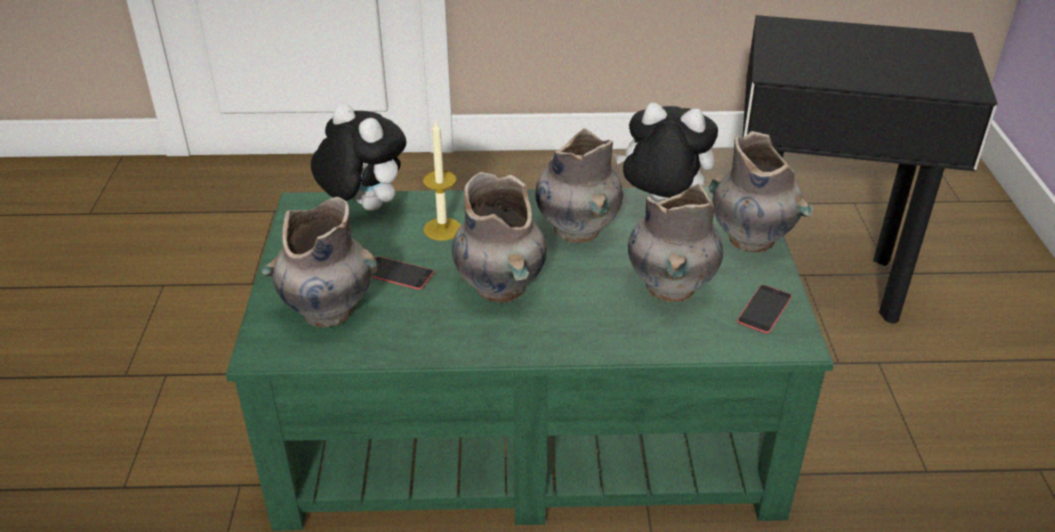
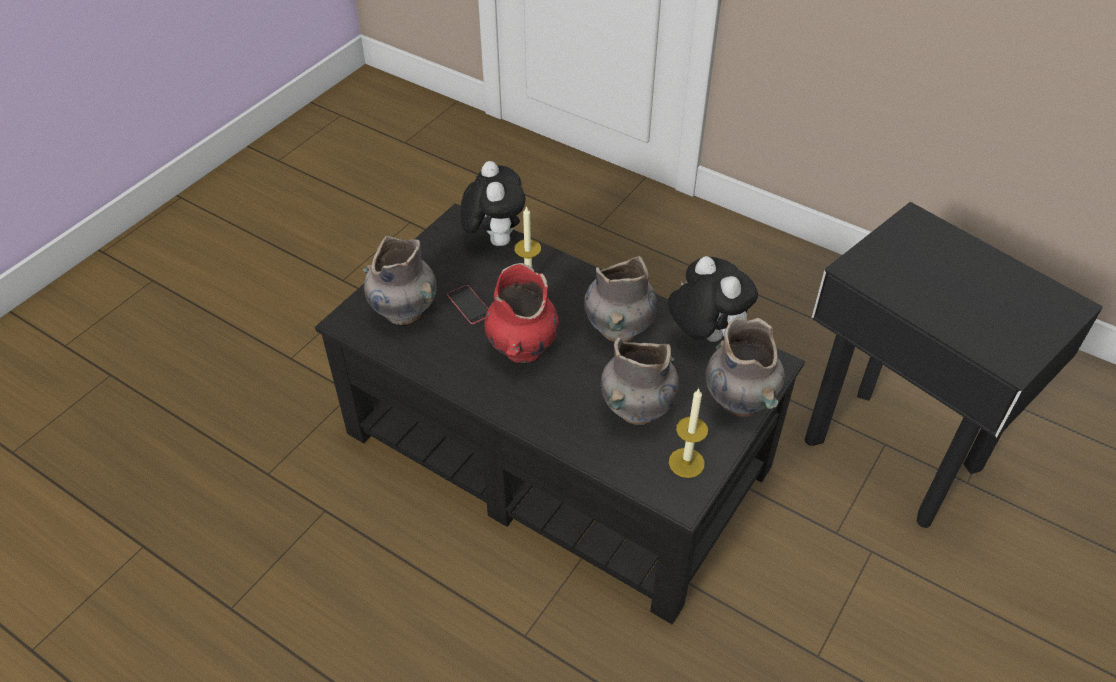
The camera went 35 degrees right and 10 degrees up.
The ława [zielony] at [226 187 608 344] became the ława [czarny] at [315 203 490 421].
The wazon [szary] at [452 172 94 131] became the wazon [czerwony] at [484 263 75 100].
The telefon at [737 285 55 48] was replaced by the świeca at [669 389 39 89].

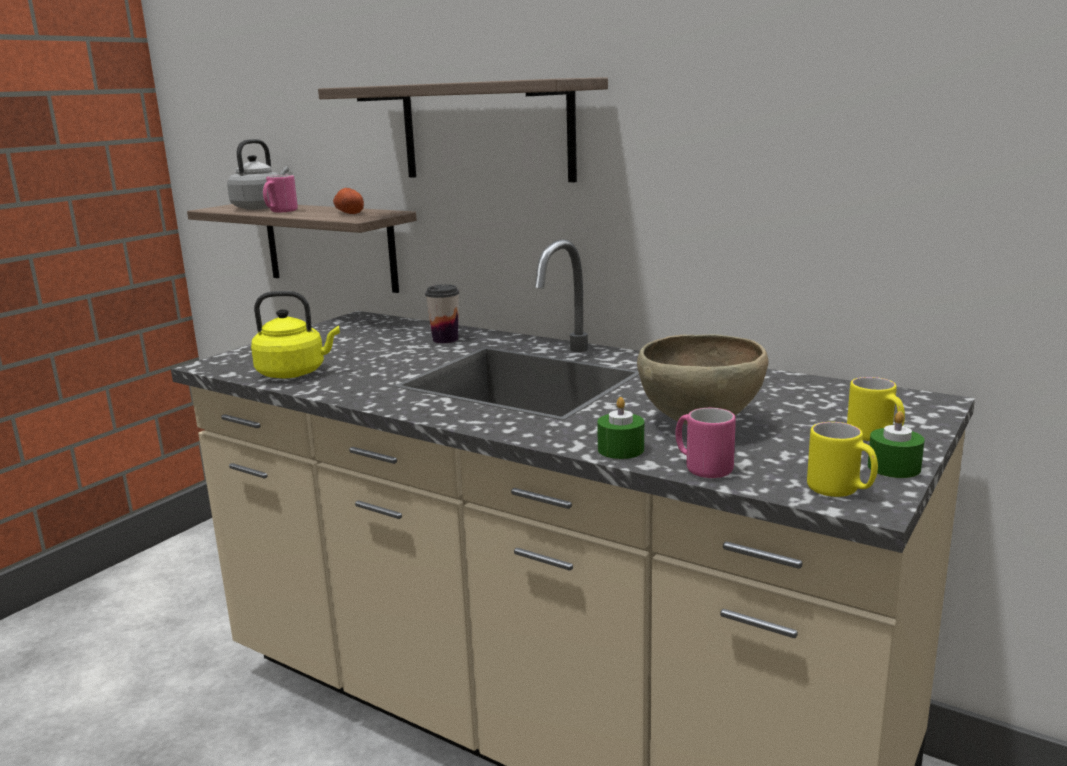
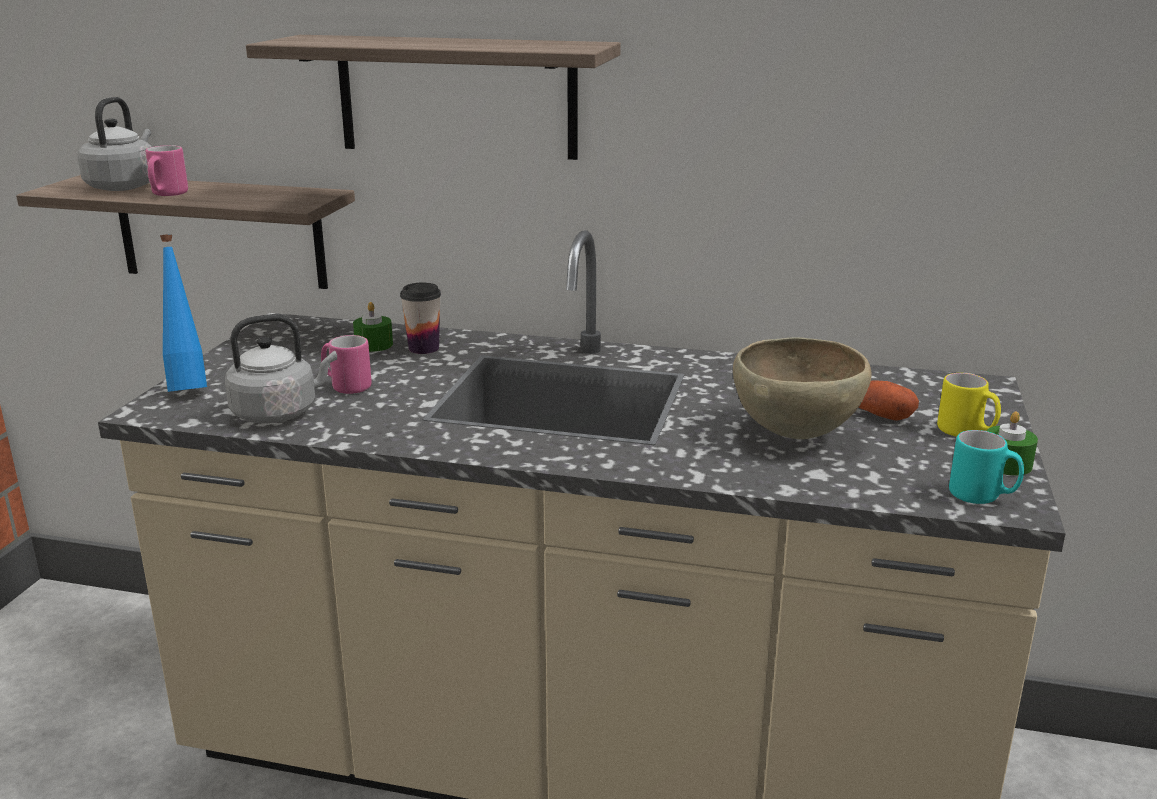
The camera went 20 degrees left and 5 degrees up.
The czajnik [żółty] at [251 291 89 87] became the czajnik [szary] at [225 314 112 109].
The ziemniak moved from [333 188 31 26] to [858 380 61 40].
The świeca [zielony] moved from [597 397 47 62] to [353 302 40 50].
The kubek [różowy] moved from [675 408 61 70] to [321 335 51 59].
The kubek [żółty] at [807 422 71 75] became the kubek [turkusowy] at [949 430 75 74].
The butelka [niebieski] at [160 234 47 158] appeared.

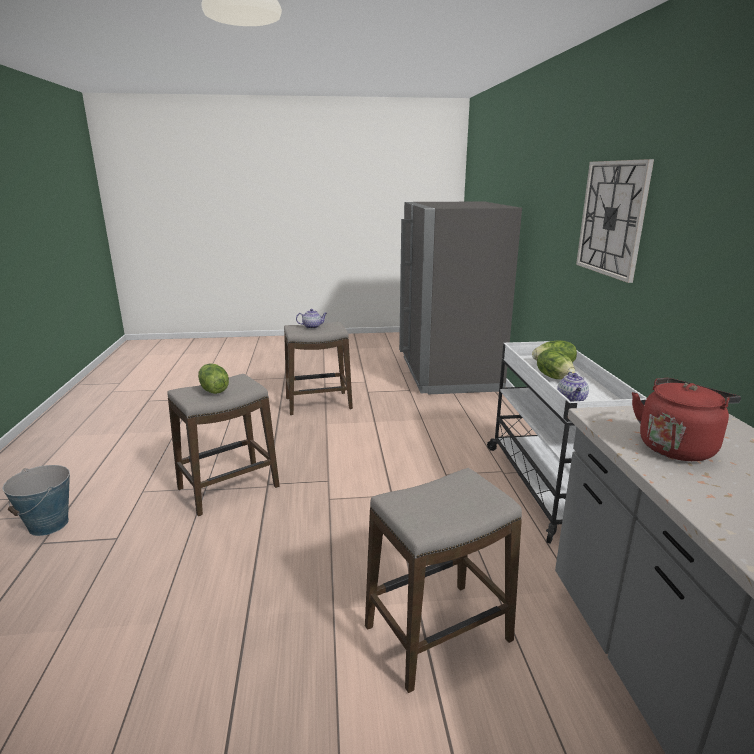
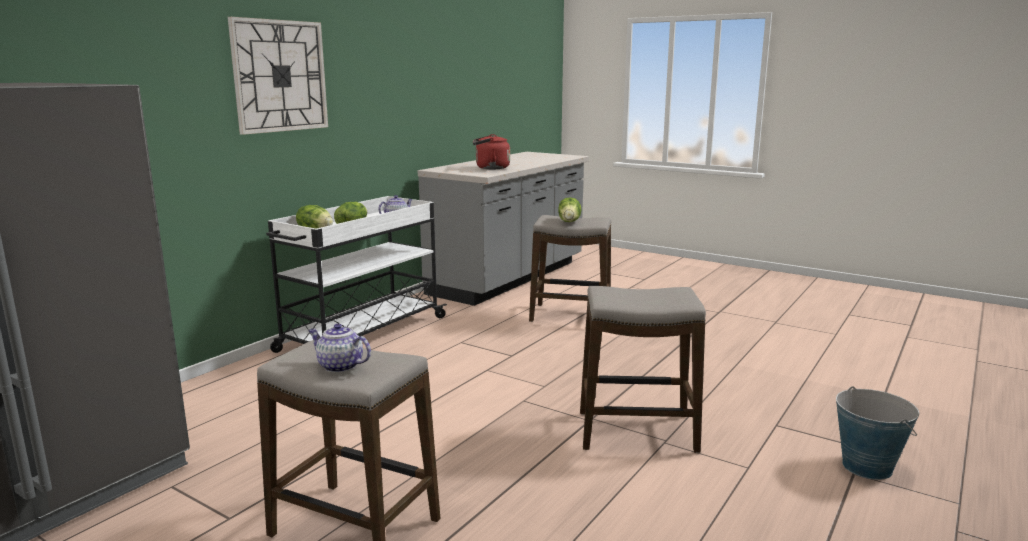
The camera went 140 degrees left and 5 degrees down.
The sałata moved from [198 363 31 31] to [558 197 23 25].

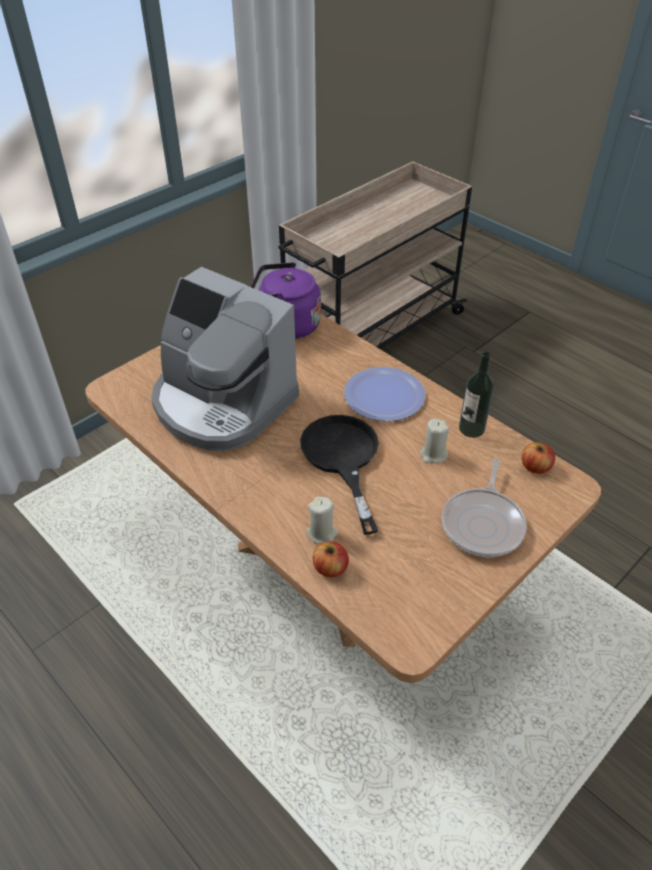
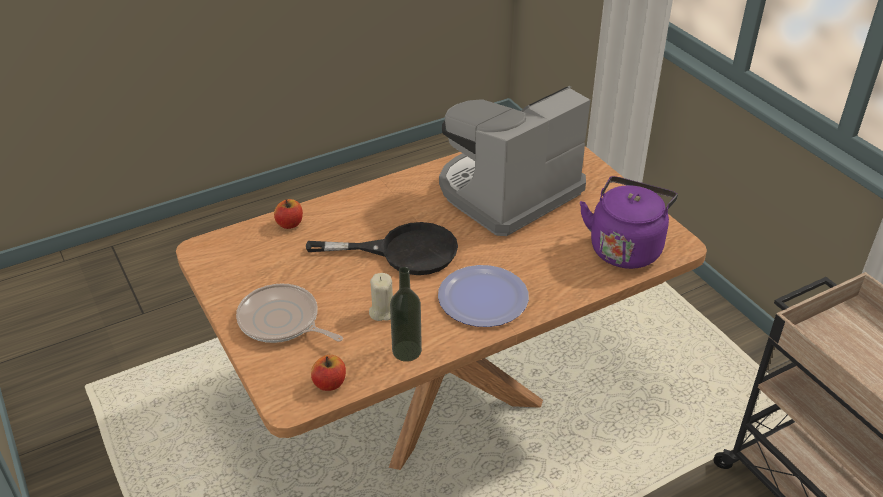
The camera went 105 degrees right and 5 degrees down.
The świeca [beżowy] at [306 497 33 47] disappeared.

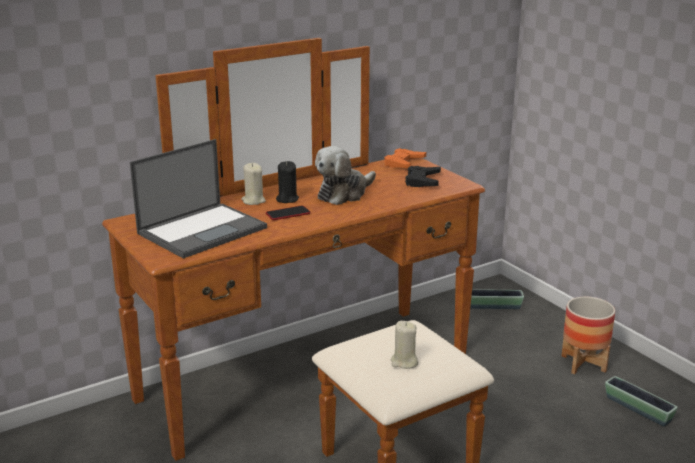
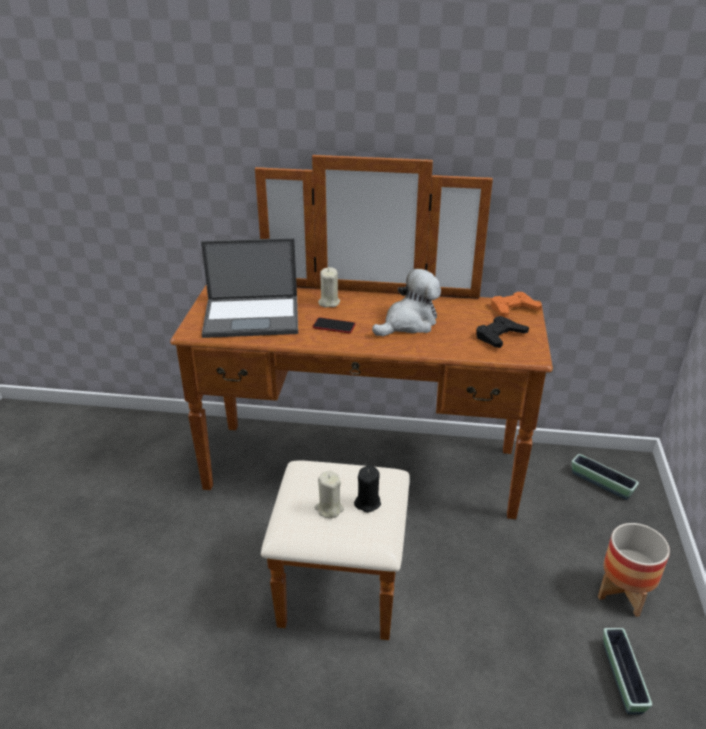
The camera went 40 degrees right and 10 degrees up.
The świeca [czarny] moved from [276 161 23 42] to [354 465 27 48].
The pluszak at [315 146 61 59] turned 150 degrees clockwise.

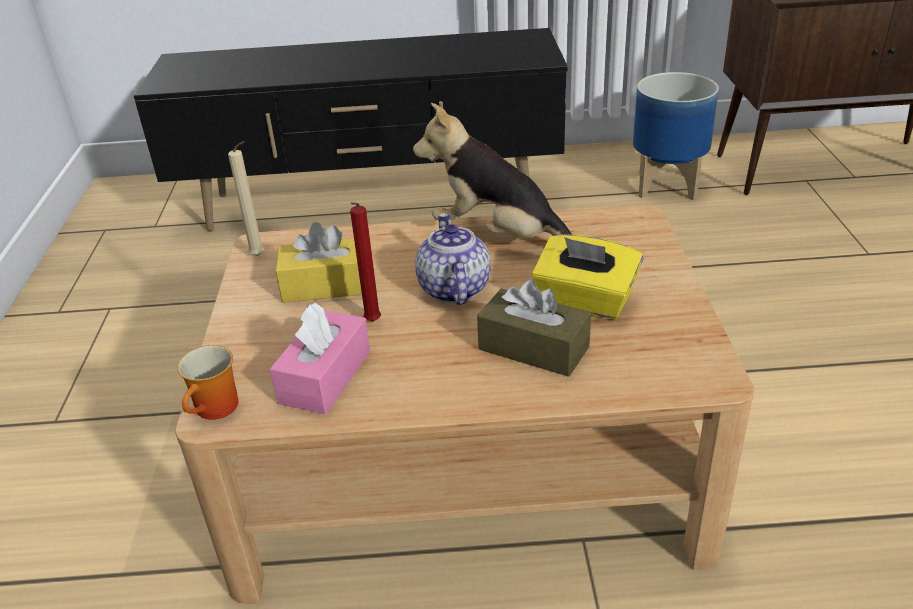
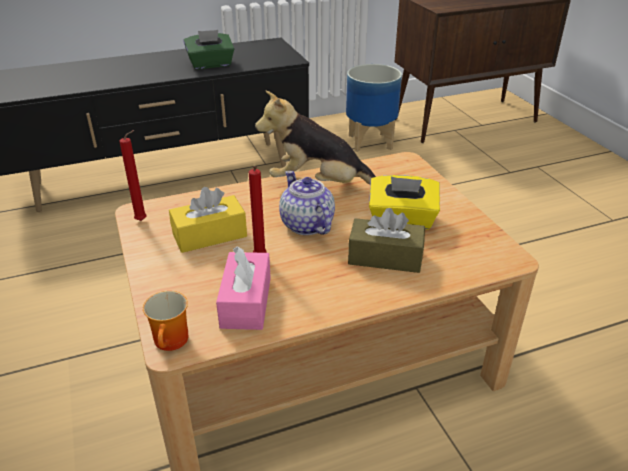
The camera went 20 degrees left and 0 degrees up.
The świeca [beżowy] at [228 141 36 115] became the świeca [czerwony] at [119 130 28 91].
The pudełko chusteczek [zielony] at [183 30 51 39] appeared.

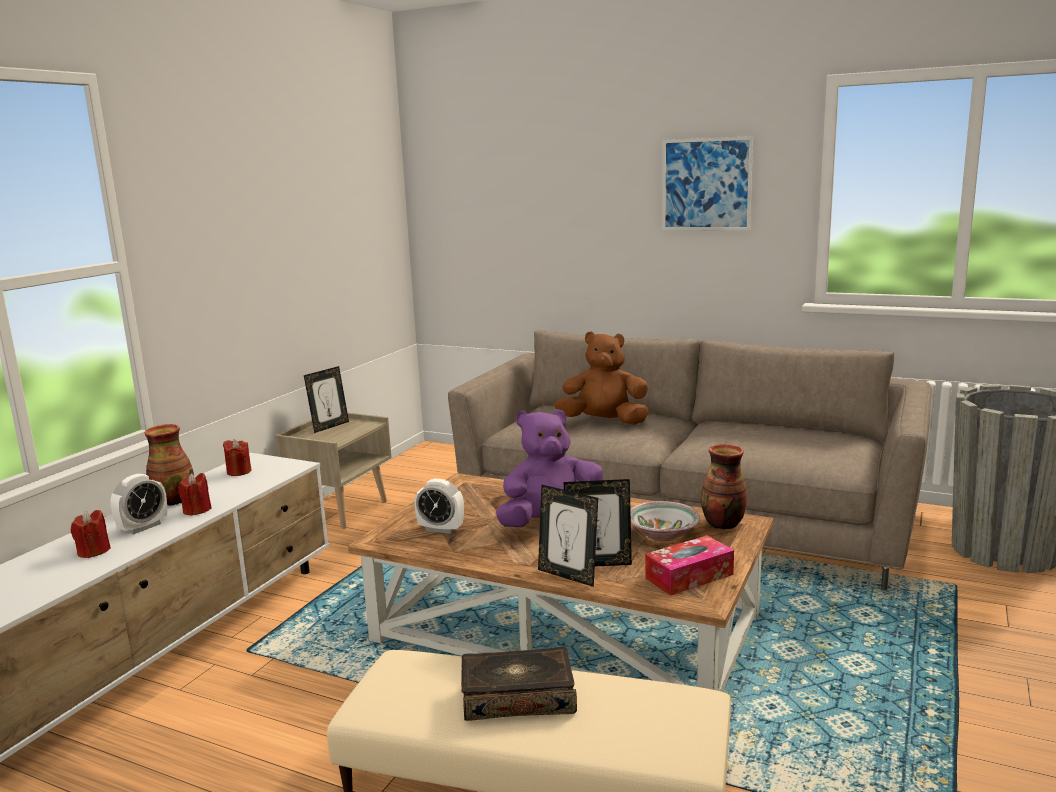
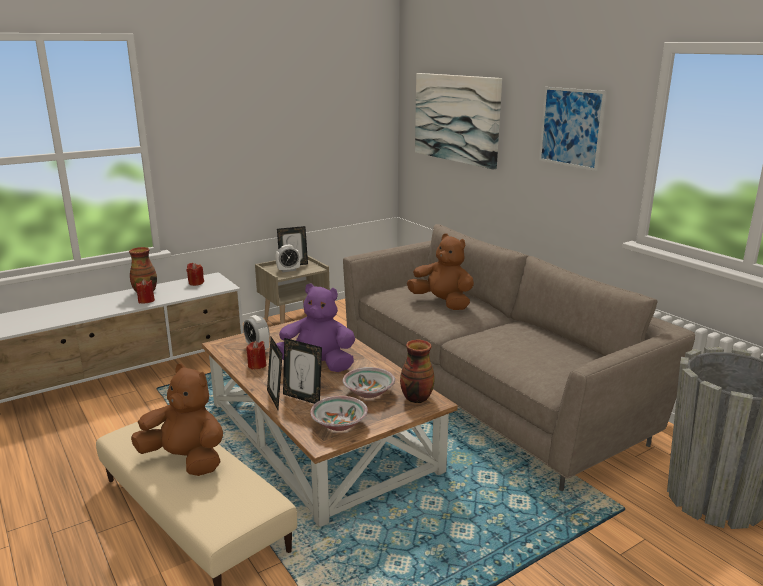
The camera went 30 degrees right and 5 degrees up.
The świeca [czerwony] moved from [71 510 40 48] to [246 341 20 29].
The budzik moved from [110 474 57 60] to [275 245 25 27].
The książka at [461 647 116 74] was replaced by the pluszak [brązowy] at [131 363 92 113].
The pudełko chusteczek at [645 535 89 61] was replaced by the miska at [310 396 58 35].
The obraz at [415 73 87 96] appeared.

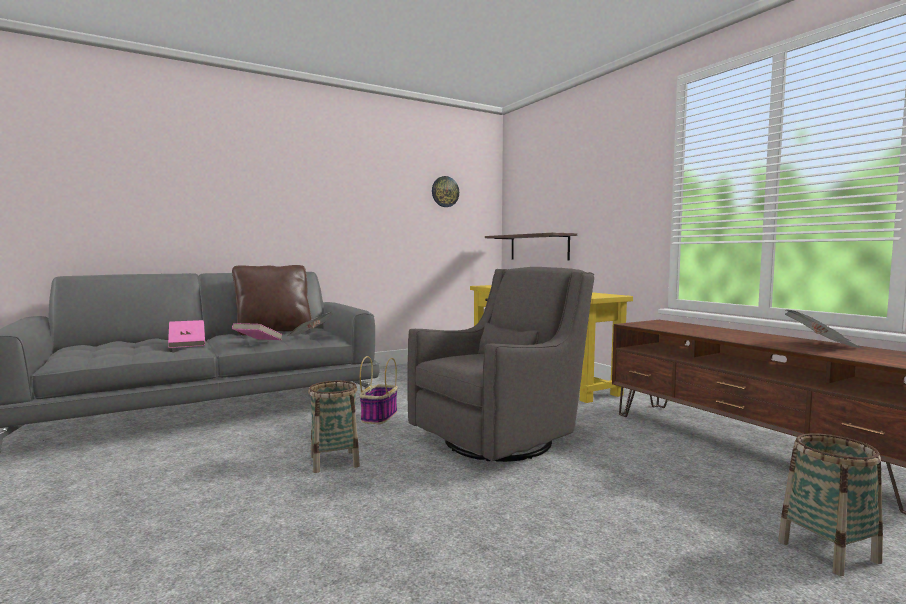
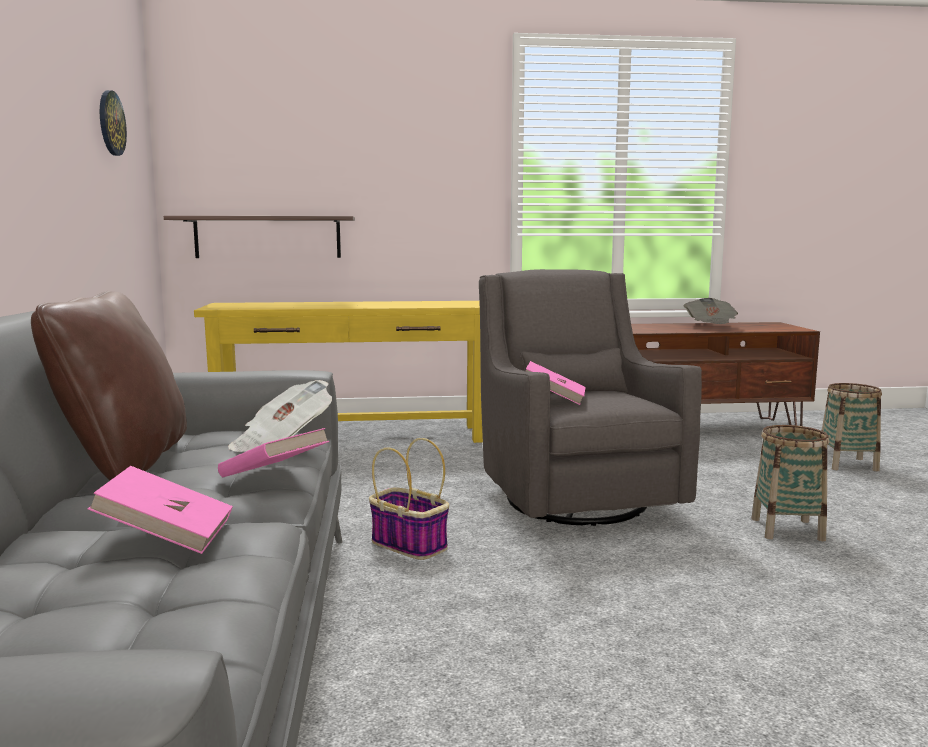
The camera went 65 degrees left and 5 degrees up.
The koszyk moved from [308 381 52 92] to [751 425 78 116].
The książka [różowy] at [525 361 60 44] appeared.

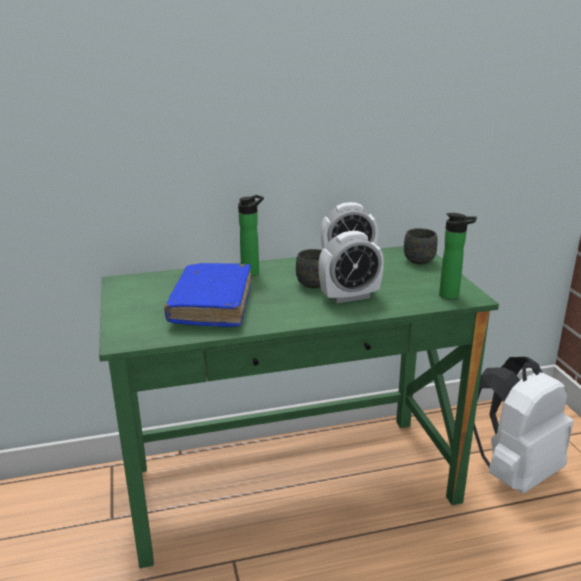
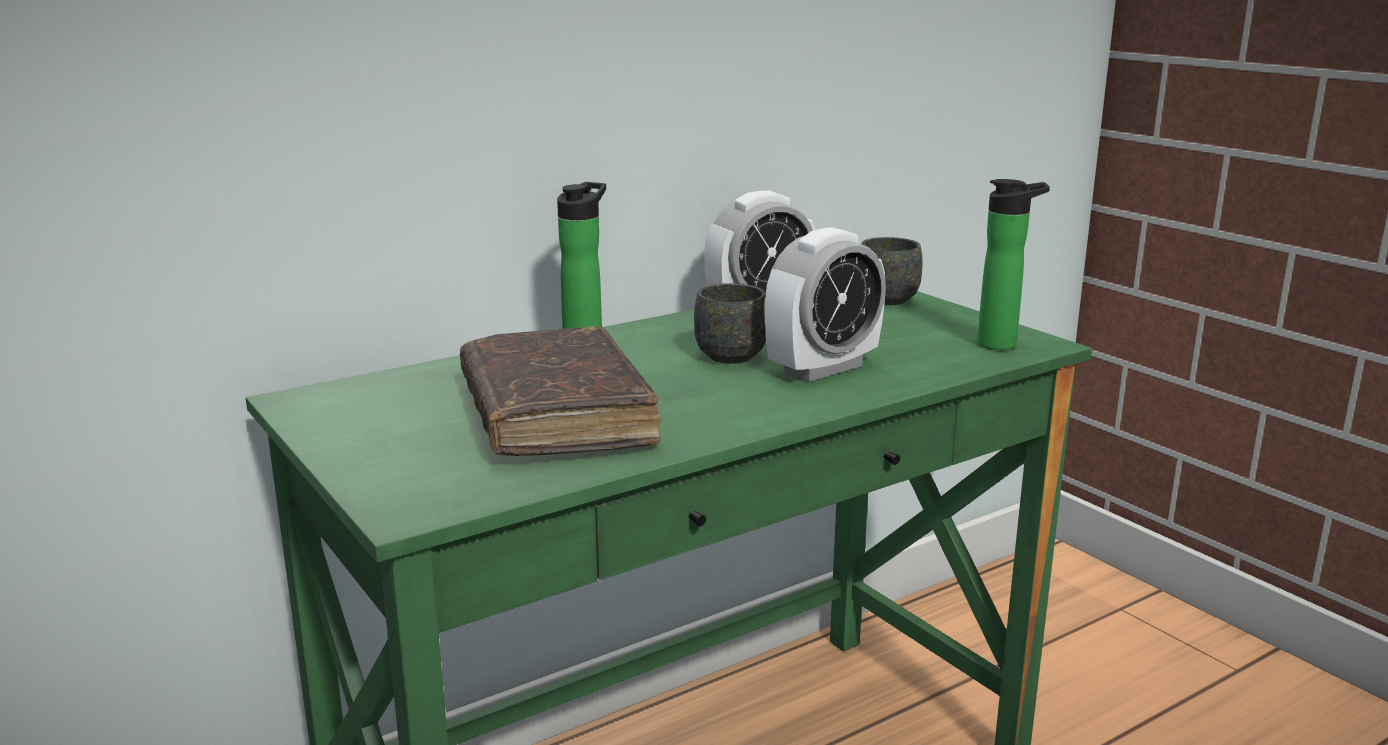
The camera went 20 degrees left and 5 degrees down.
The książka [niebieski] at [164 263 87 64] became the książka [brązowy] at [460 326 200 130].
The plecak [biały] at [473 357 100 137] disappeared.

